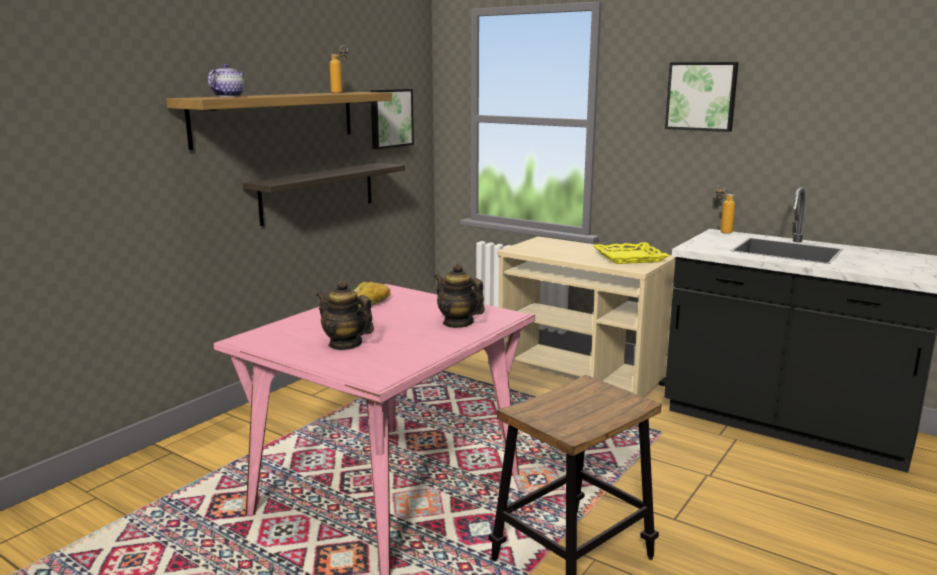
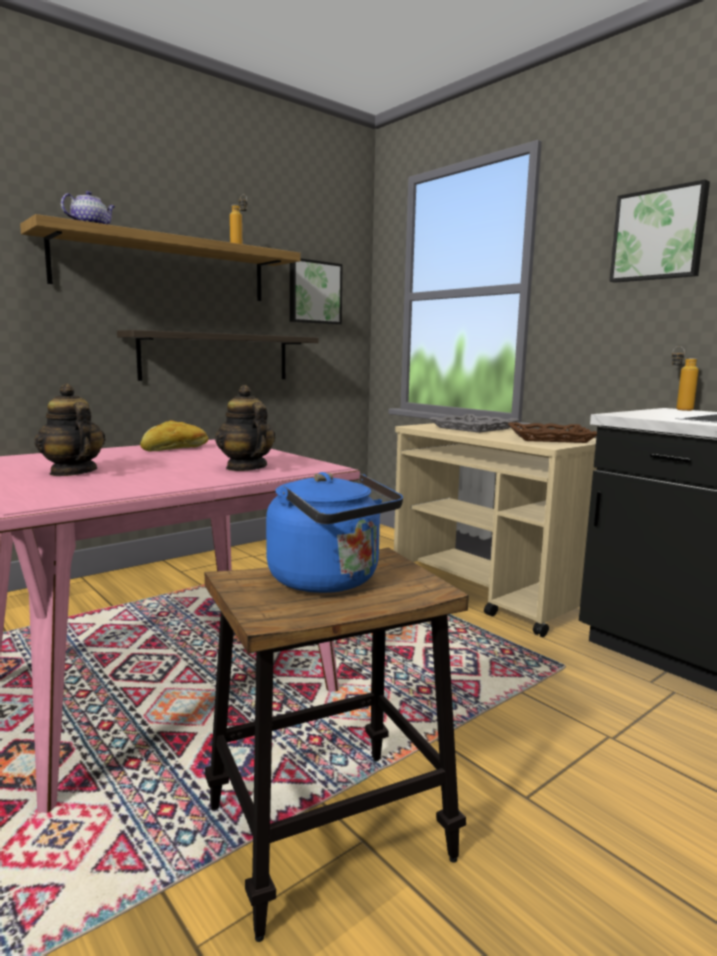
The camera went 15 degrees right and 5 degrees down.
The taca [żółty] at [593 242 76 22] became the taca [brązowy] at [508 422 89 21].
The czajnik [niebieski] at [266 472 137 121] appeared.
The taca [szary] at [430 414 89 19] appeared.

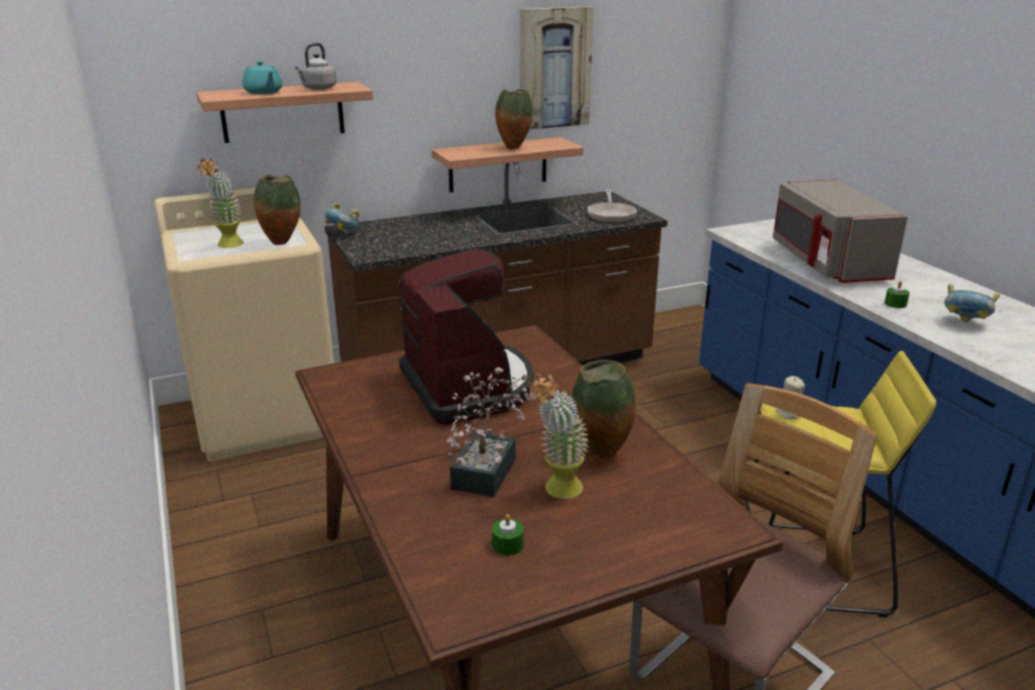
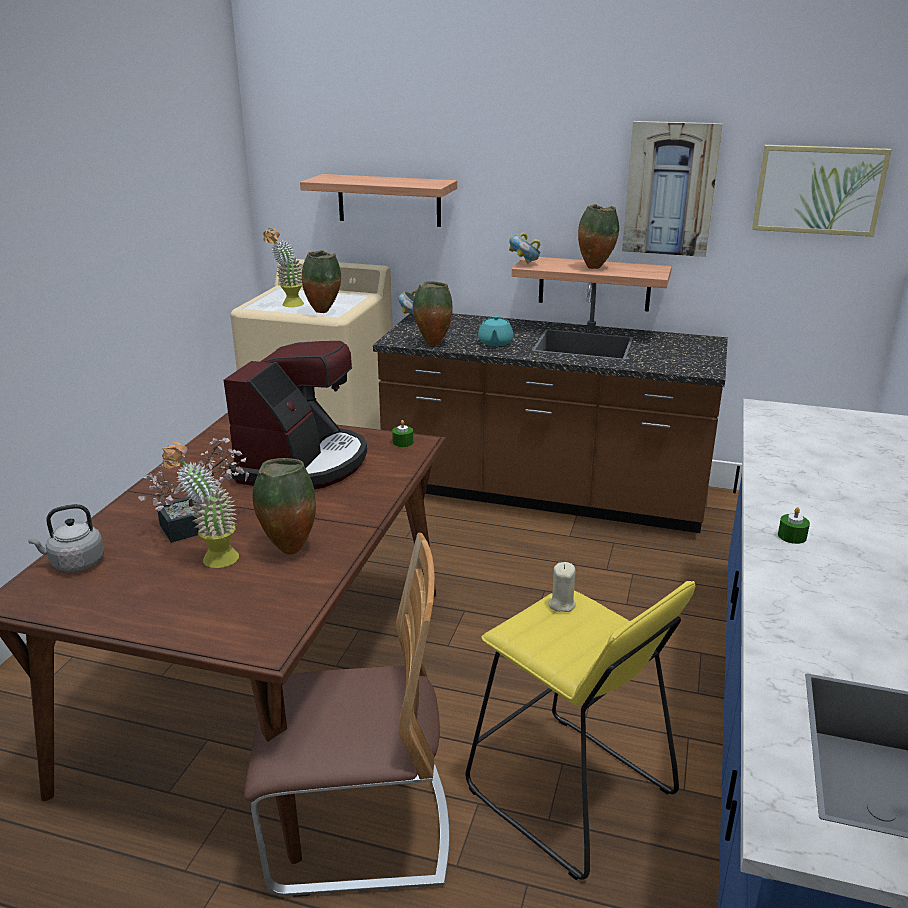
The camera went 40 degrees right and 0 degrees up.
The imbryk [turkusowy] moved from [242 61 41 33] to [478 315 35 31].
The czajnik [szary] moved from [295 43 42 47] to [27 504 77 68].
The świeca [zielony] moved from [492 514 32 42] to [392 420 21 27].
The patelnia at [588 190 49 33] disappeared.
The mikrofalówka [szary] at [773 179 135 104] disappeared.
The miska moved from [944 284 56 38] to [509 232 32 31].
The wazon at [413 281 40 65] appeared.
The obraz at [752 145 140 92] appeared.

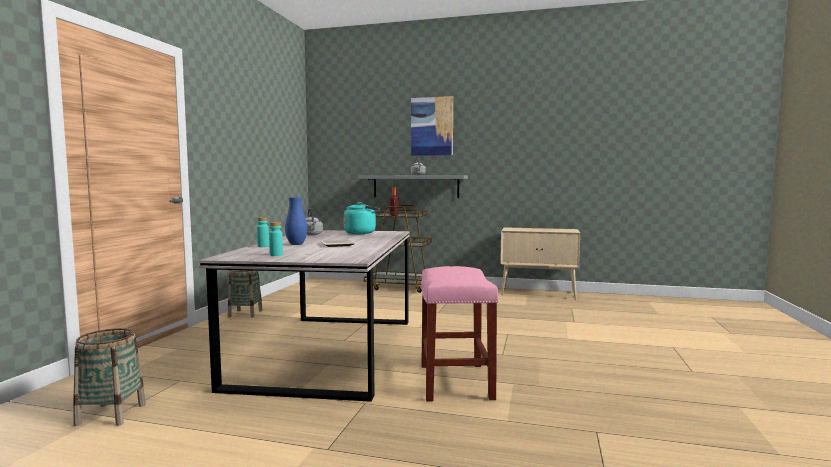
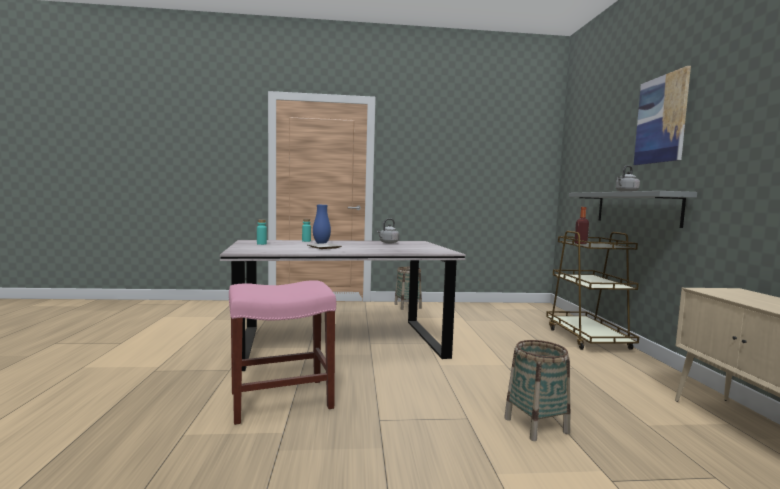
The camera went 70 degrees right and 0 degrees up.
The koszyk moved from [73 328 73 98] to [504 340 66 101].
The czajnik [turkusowy] at [344 202 36 32] disappeared.

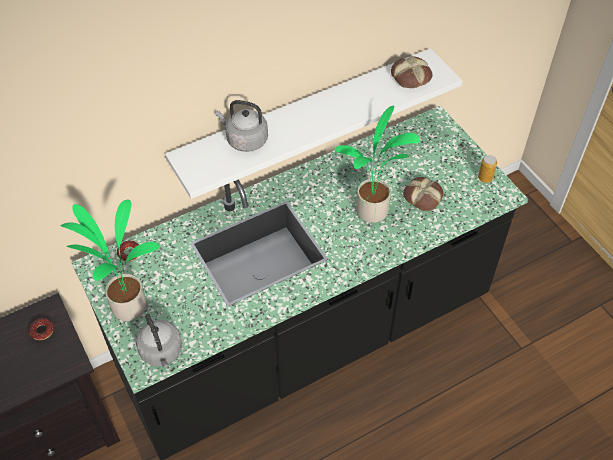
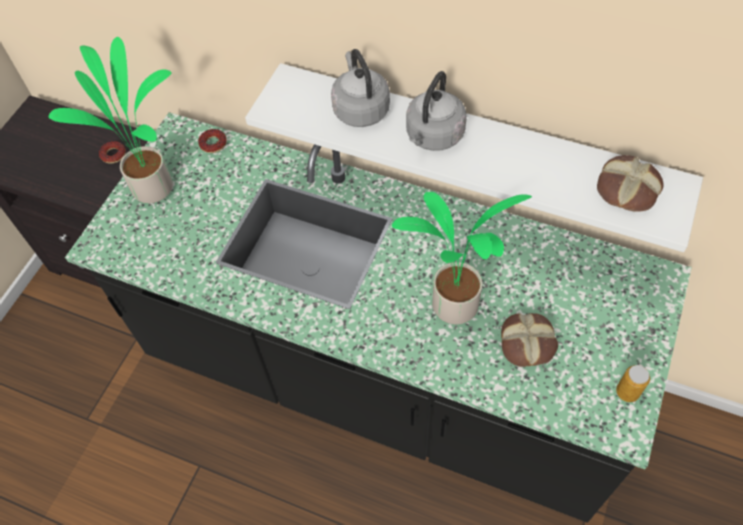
The camera went 55 degrees right and 5 degrees up.
The czajnik [szary] moved from [136 314 46 54] to [406 71 61 80].

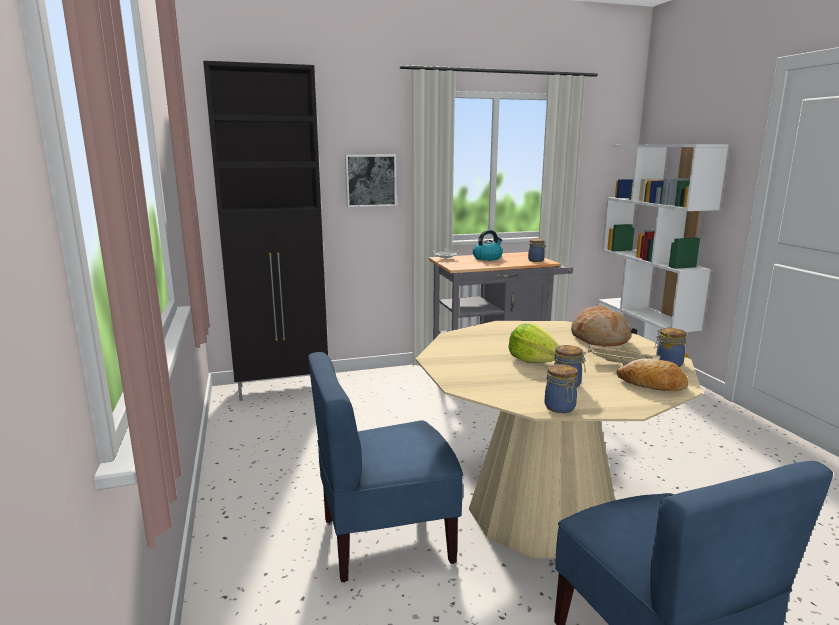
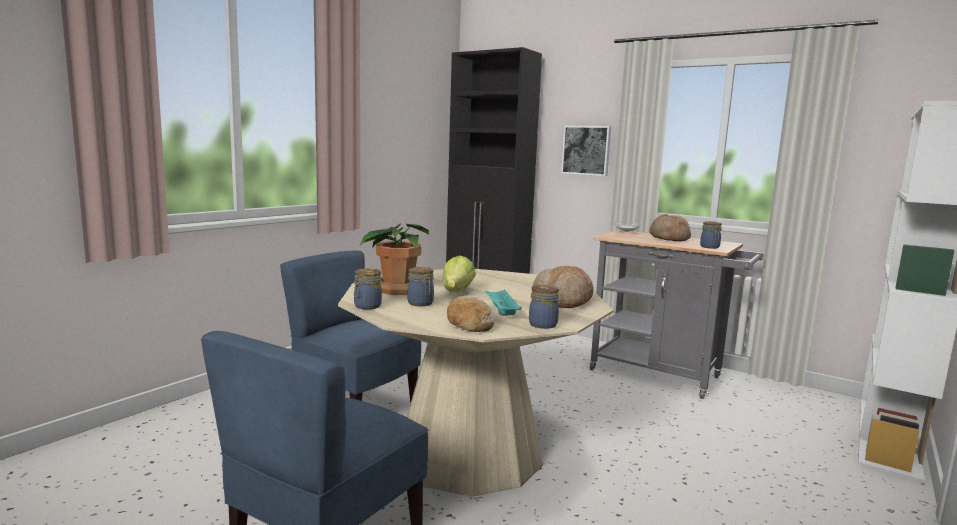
The camera went 50 degrees right and 5 degrees down.
The czajnik at [473 230 30 31] was replaced by the chleb at [650 214 41 27].
The taca [beżowy] at [588 344 73 22] became the taca [turkusowy] at [485 290 37 26].
The roślina doniczkowa at [360 223 69 72] appeared.

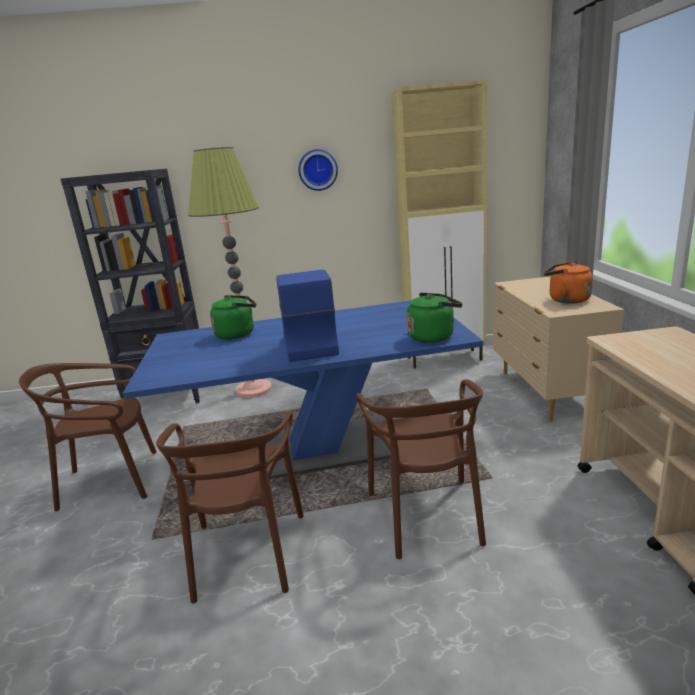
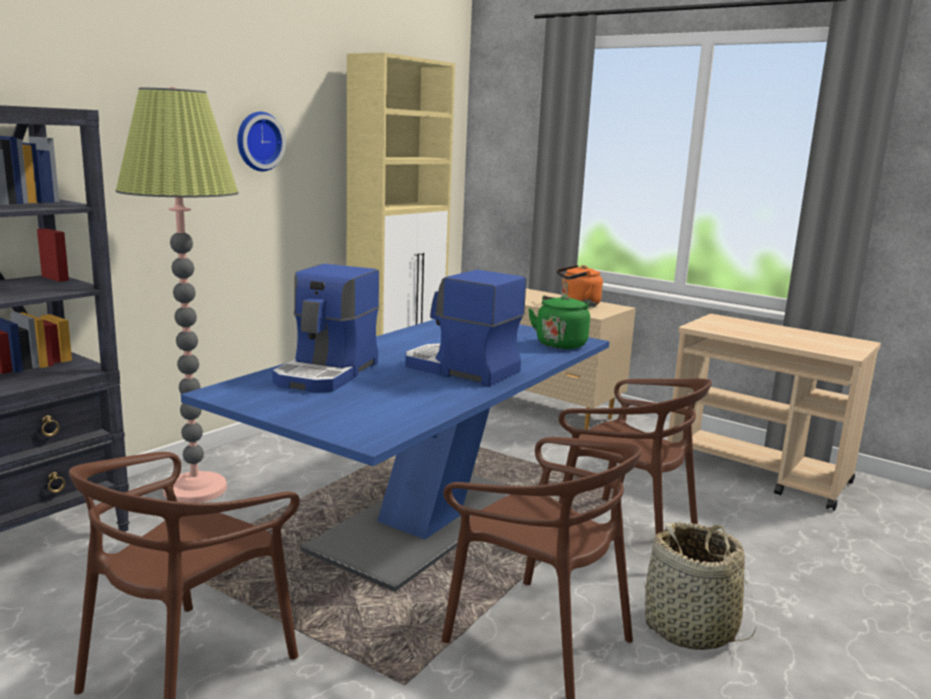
The camera went 50 degrees left and 5 degrees down.
The czajnik [zielony] at [210 295 46 44] was replaced by the ekspres do kawy at [272 264 107 129].
The koszyk at [644 522 112 128] appeared.

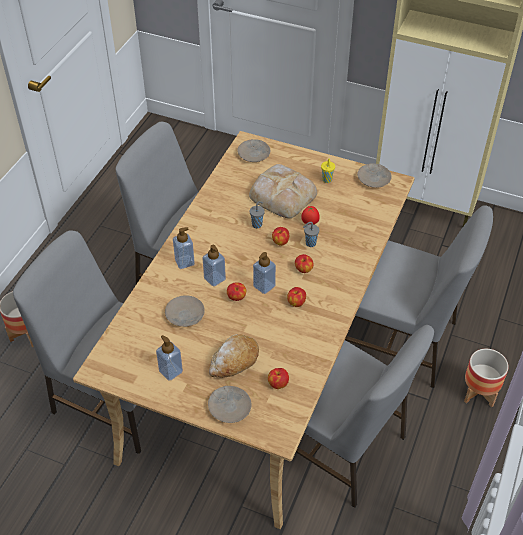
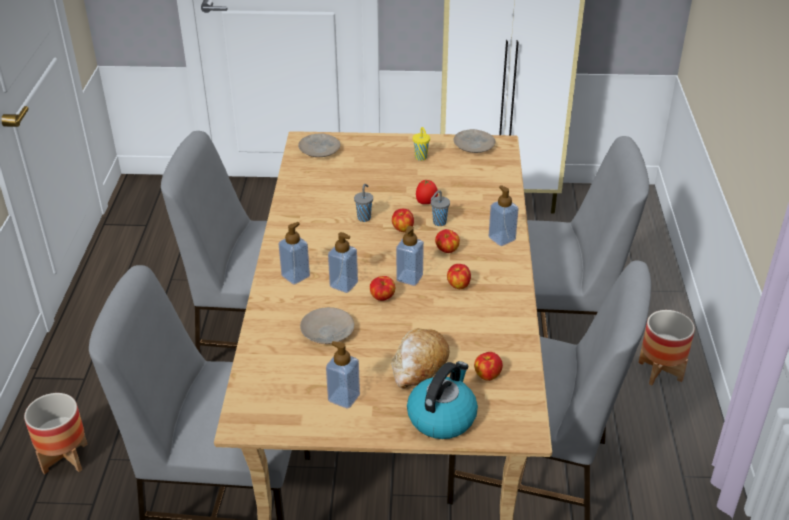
The camera went 20 degrees left and 10 degrees down.
The talerz [beżowy] at [208 386 43 37] was replaced by the czajnik at [407 361 71 78].
The chleb at [249 164 68 54] disappeared.
The dozownik mydła at [489 185 30 61] appeared.

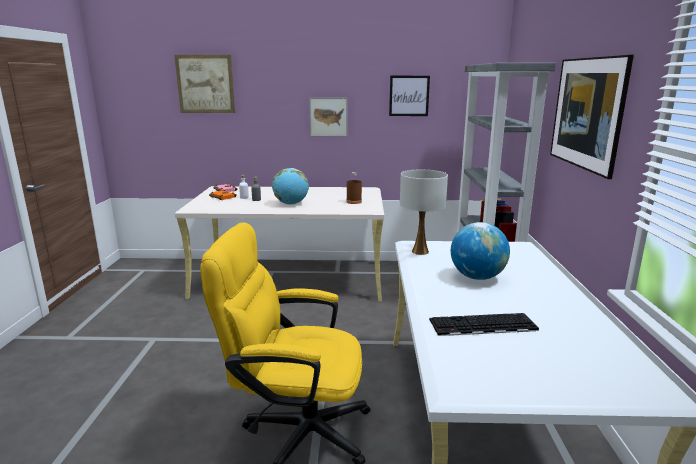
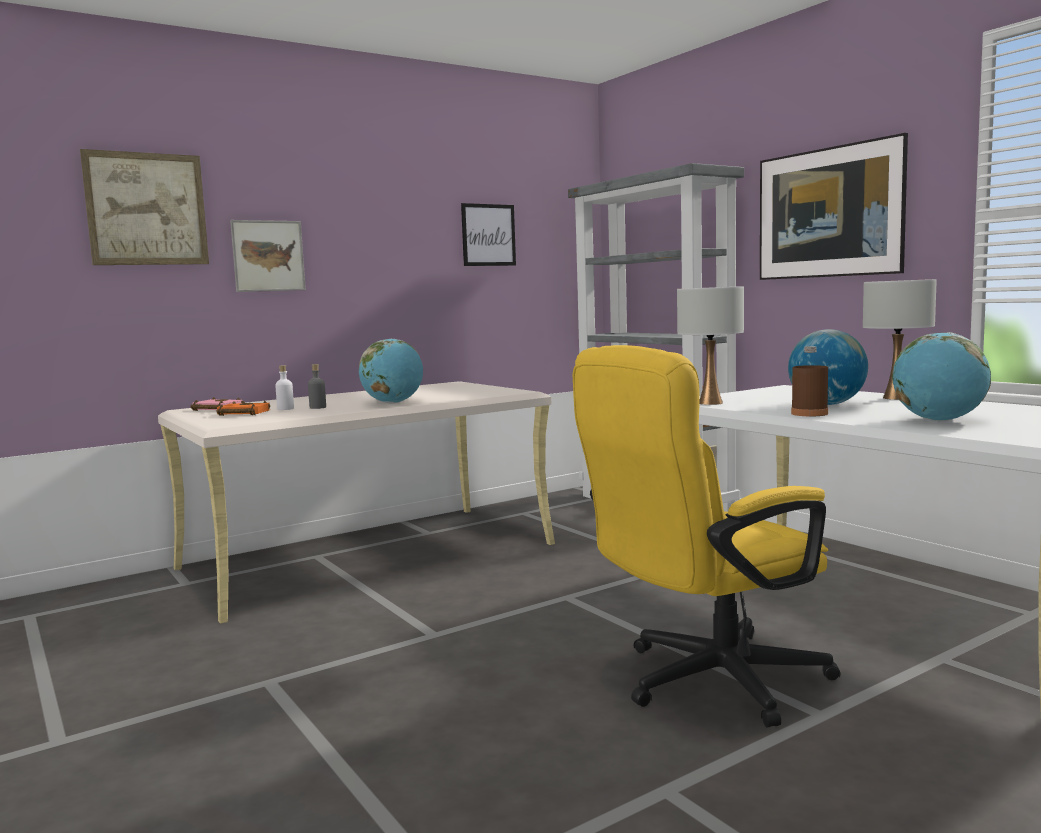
The camera went 35 degrees left and 10 degrees down.
The obraz moved from [309 98 39 39] to [230 220 76 72].
The butelka [brązowy] moved from [346 172 16 32] to [791 346 37 70].
The klawiatura at [429 313 110 23] was replaced by the globus at [892 332 99 89].
The lampa stołowa [biały] at [863 279 74 121] appeared.

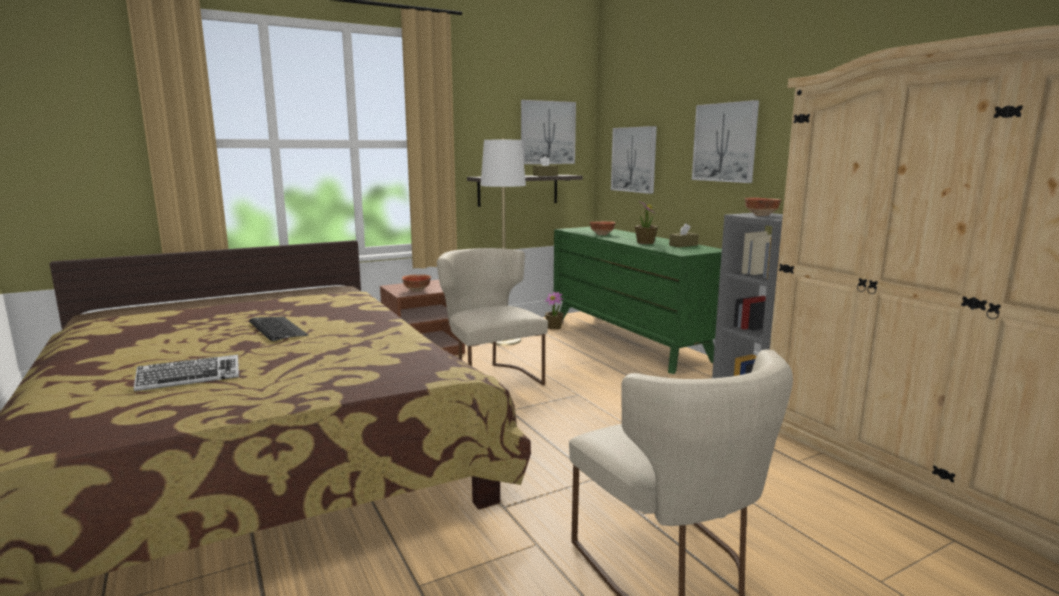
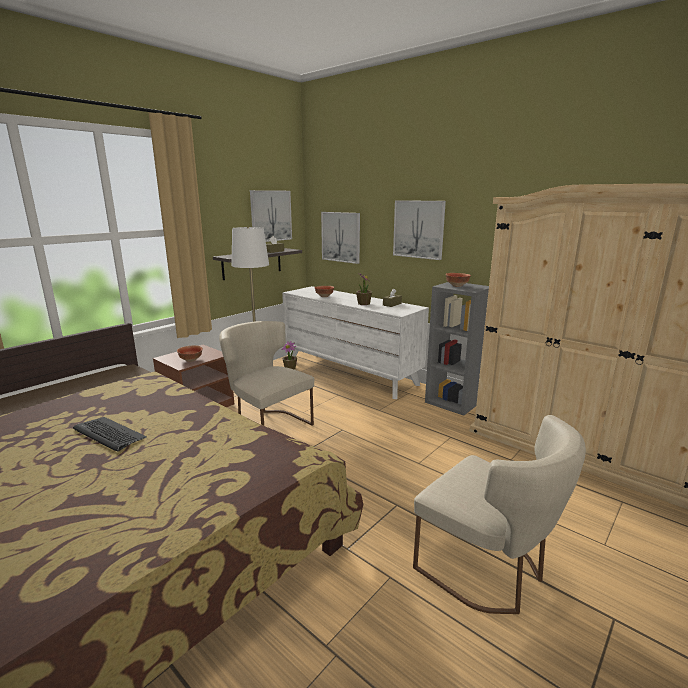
The camera went 20 degrees left and 5 degrees up.
The klawiatura at [134 355 105 36] disappeared.
The komoda [zielony] at [554 227 168 147] became the komoda [biały] at [282 286 147 113].

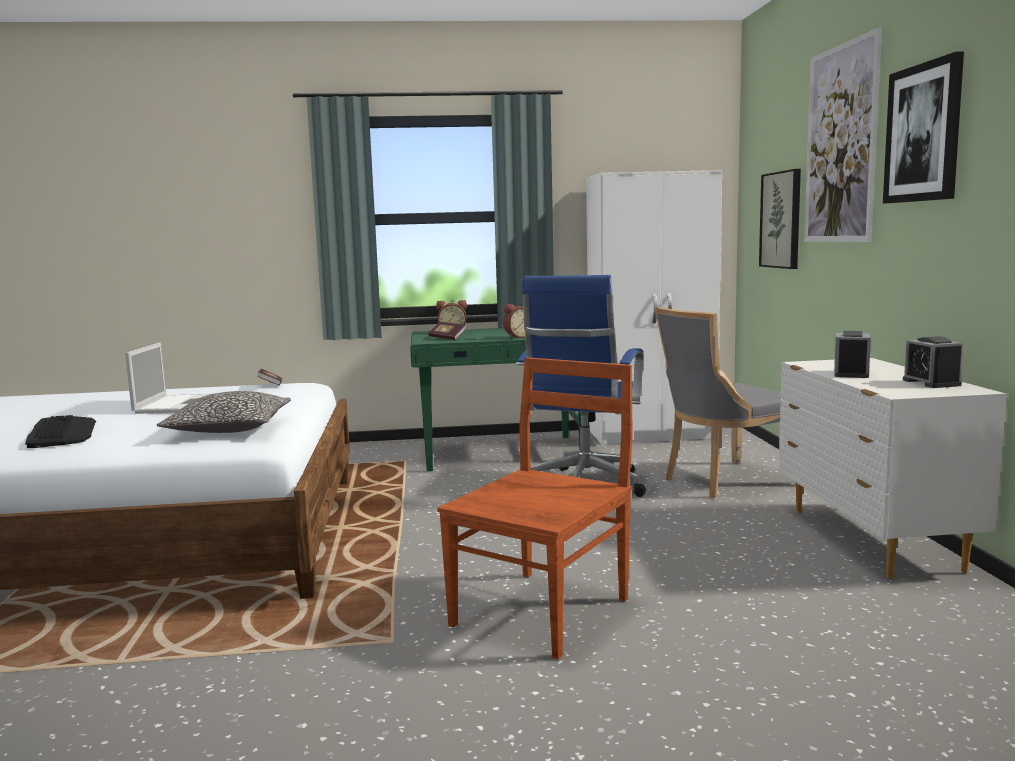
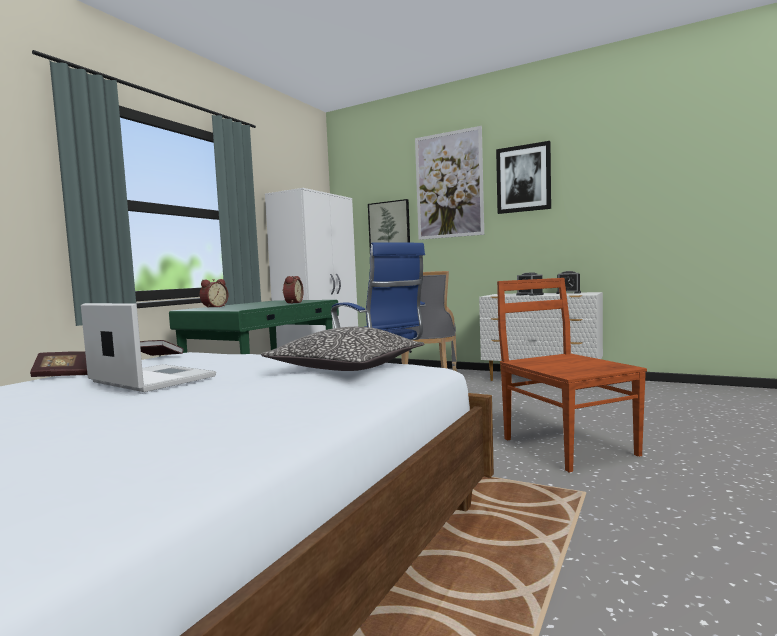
The camera went 55 degrees left and 5 degrees down.
The klawiatura at [25 415 71 33] disappeared.
The książka moved from [428 322 38 18] to [30 351 57 26].

